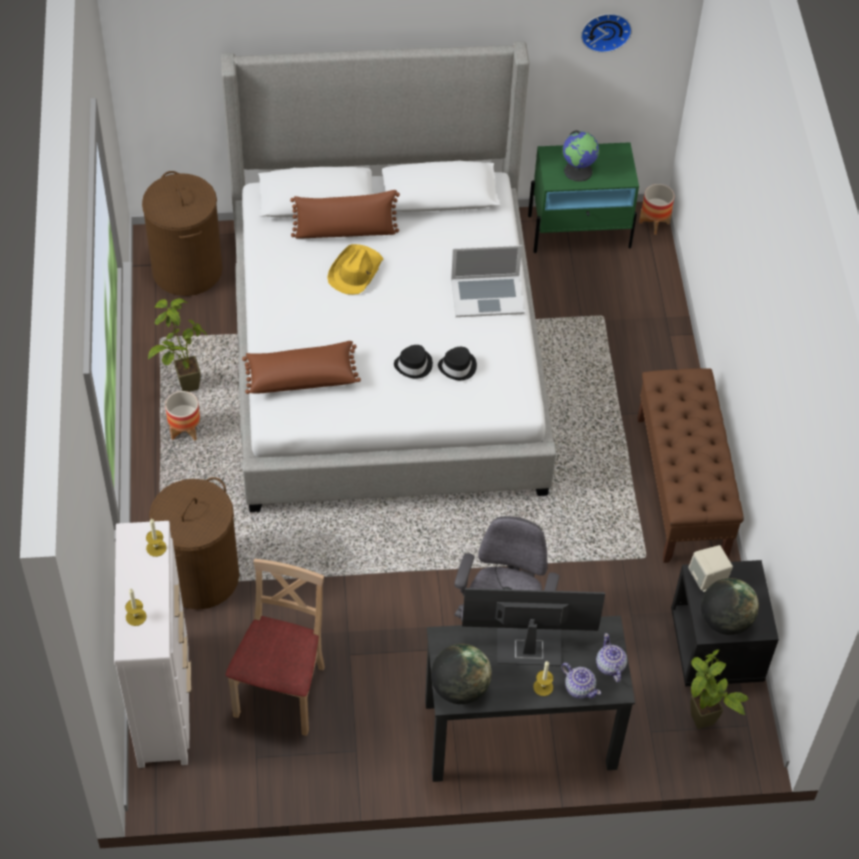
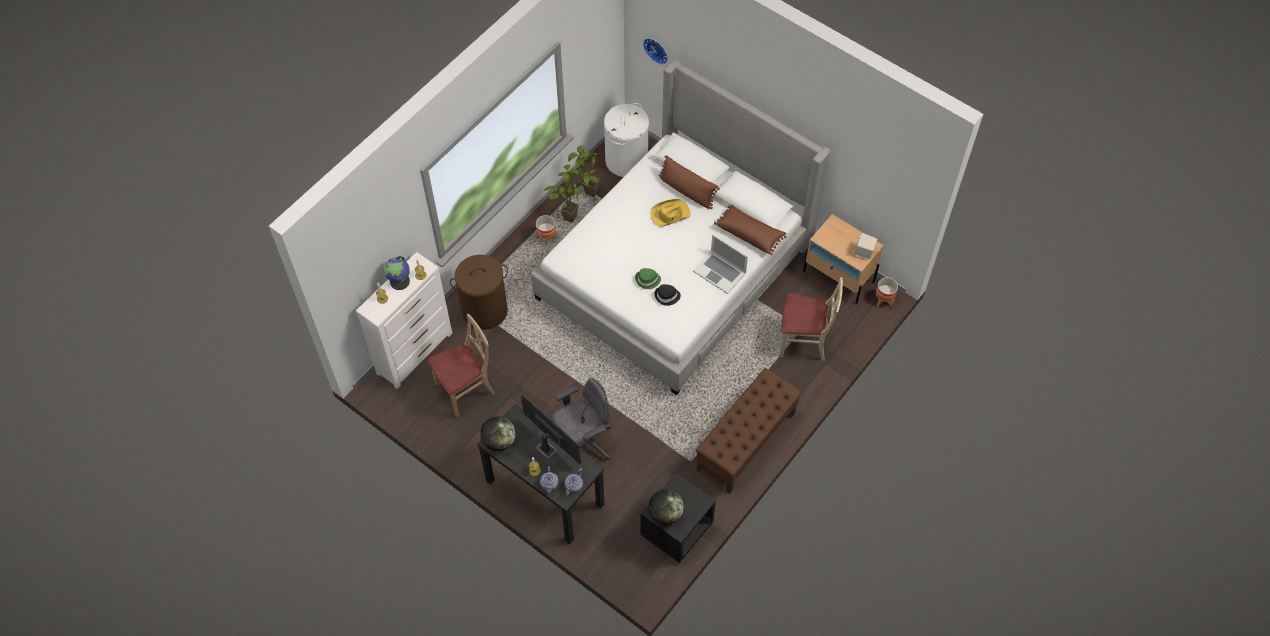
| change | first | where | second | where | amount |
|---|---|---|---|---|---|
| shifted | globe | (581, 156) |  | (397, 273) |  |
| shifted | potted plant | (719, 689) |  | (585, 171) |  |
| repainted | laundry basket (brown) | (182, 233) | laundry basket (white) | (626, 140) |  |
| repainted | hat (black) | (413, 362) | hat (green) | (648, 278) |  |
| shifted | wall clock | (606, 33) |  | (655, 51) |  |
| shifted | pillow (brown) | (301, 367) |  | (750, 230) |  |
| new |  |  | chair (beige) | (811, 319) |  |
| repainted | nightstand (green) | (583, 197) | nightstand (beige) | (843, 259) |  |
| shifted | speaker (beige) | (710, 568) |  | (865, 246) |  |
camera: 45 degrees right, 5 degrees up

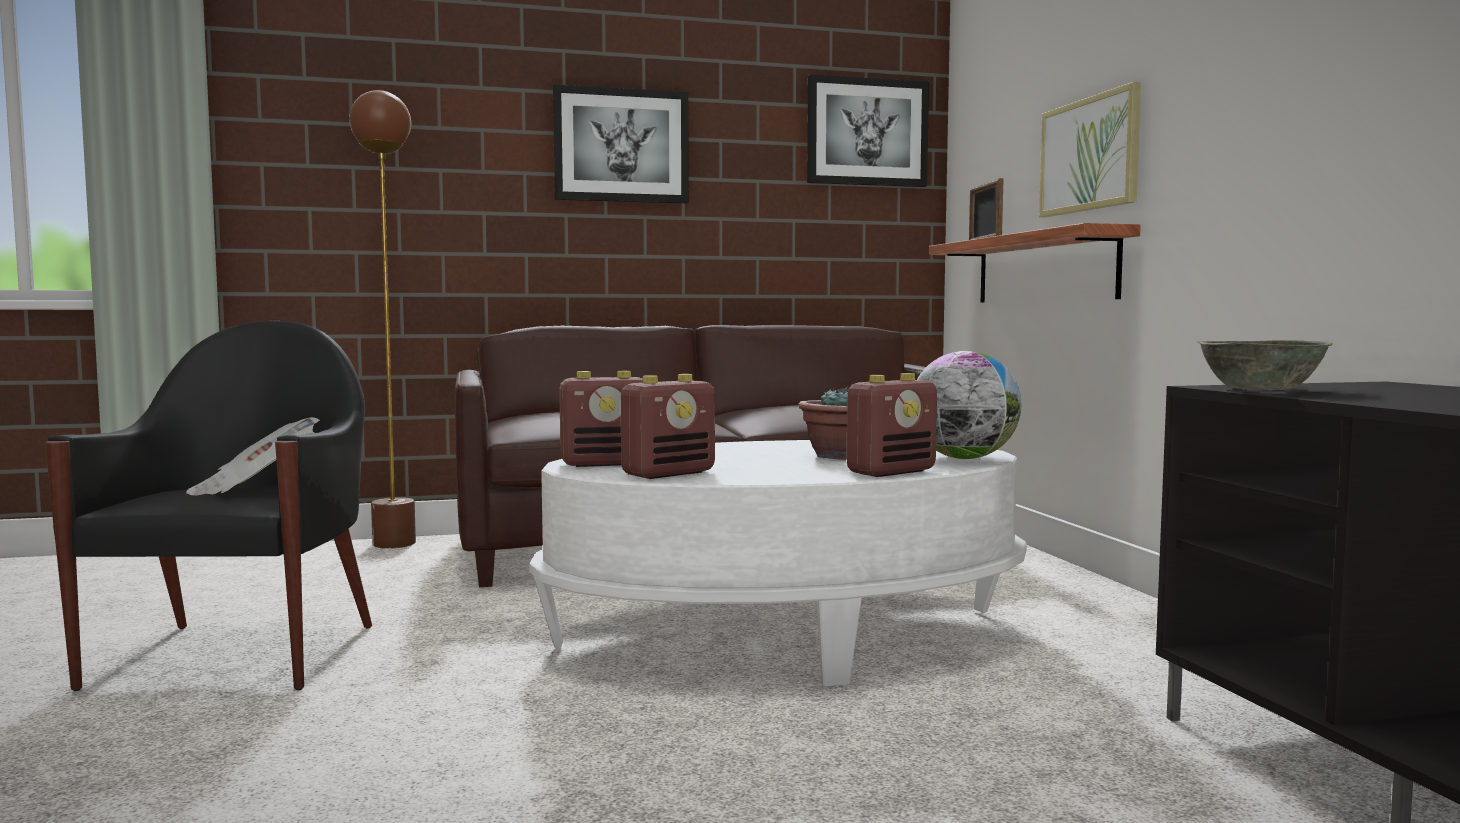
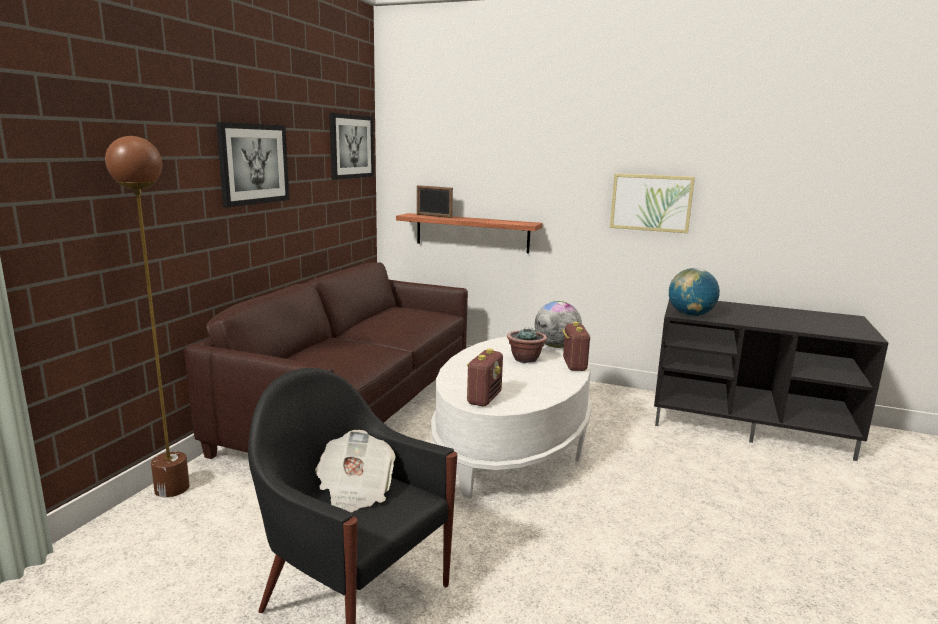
| change | first | where | second | where | amount |
|---|---|---|---|---|---|
| shifted | picture | (1090, 149) |  | (652, 203) |  |
| swapped | bowl (grey) | (1265, 365) | globe | (694, 292) |  |
| gone | radio | (668, 426) |  |  |  |
camera: 55 degrees left, 10 degrees up

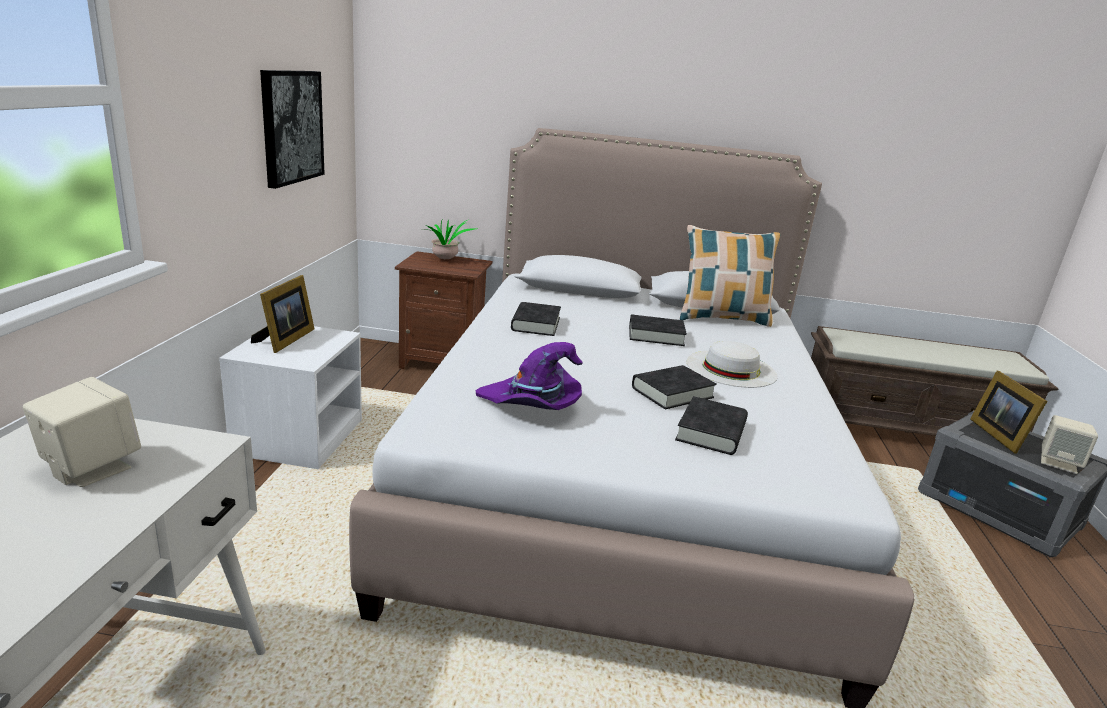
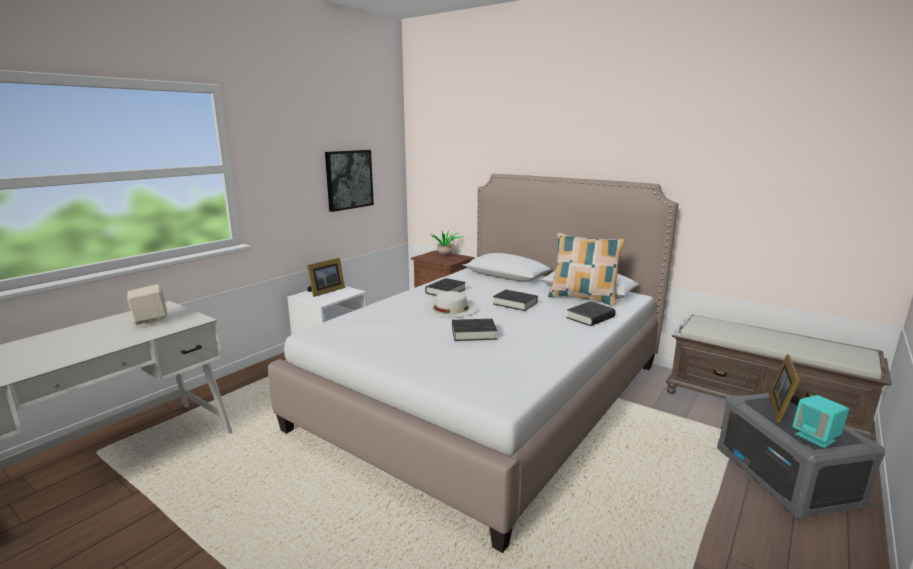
| change | first | where | second | where | amount |
|---|---|---|---|---|---|
| shifted | hat (white) | (732, 364) |  | (451, 304) |  |
| shifted | book (black) | (711, 425) |  | (591, 313) |  |
| repainted | speaker (beige) | (1069, 444) | speaker (turquoise) | (820, 421) |  |
| gone | hat (purple) | (528, 376) |  |  |  |
camera: 30 degrees right, 5 degrees down

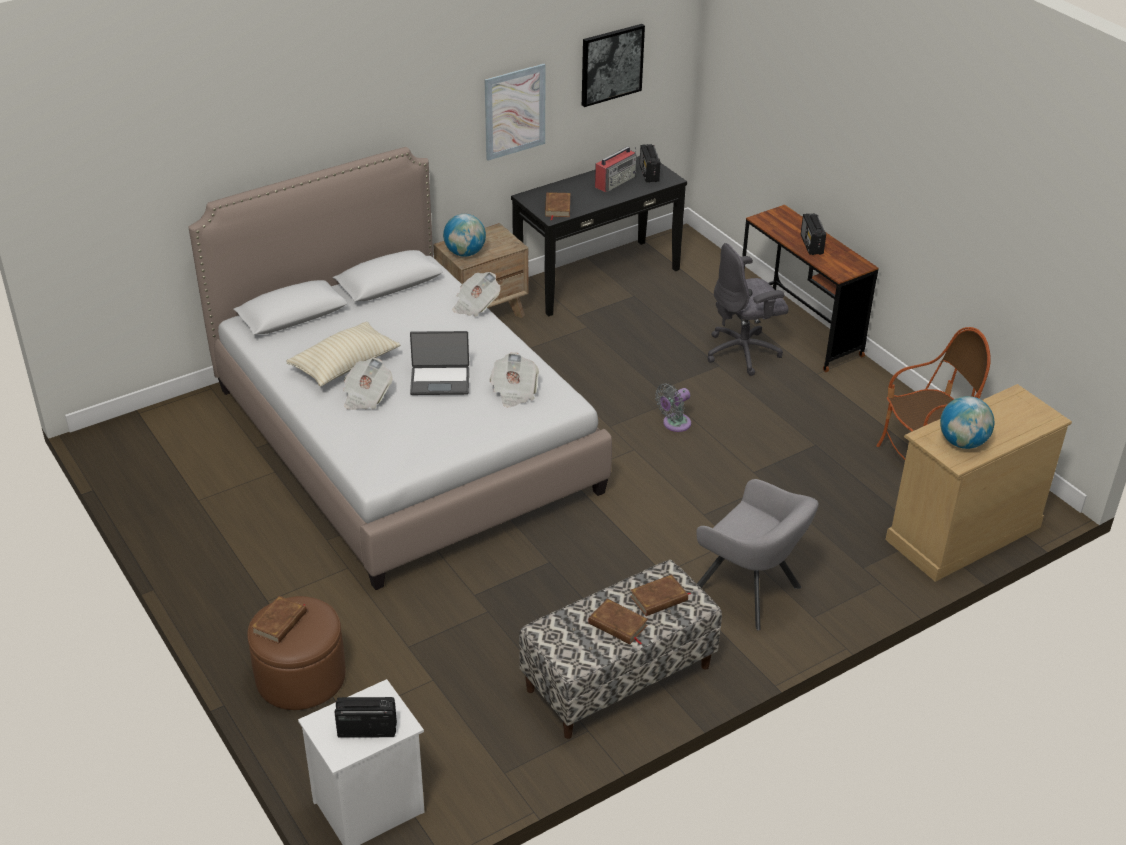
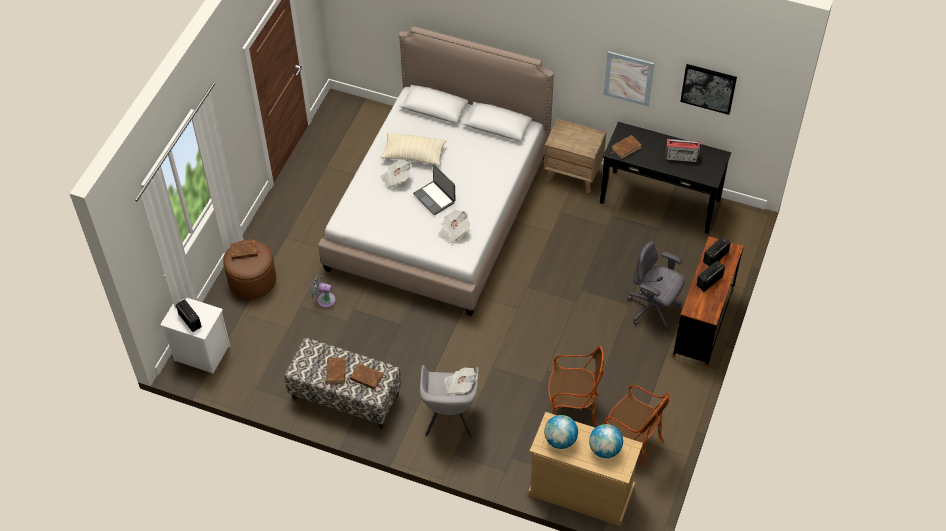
| change | first | where | second | where | amount |
|---|---|---|---|---|---|
| shifted | fan (grey) | (673, 407) |  | (323, 291) |  |
| shifted | newspaper | (477, 294) |  | (460, 381) |  |
| new |  |  | armchair | (576, 386) |  |
| shifted | globe | (464, 235) |  | (606, 441) |  |
| shifted | radio | (650, 163) |  | (717, 251) |  |
camera: 55 degrees right, 15 degrees up

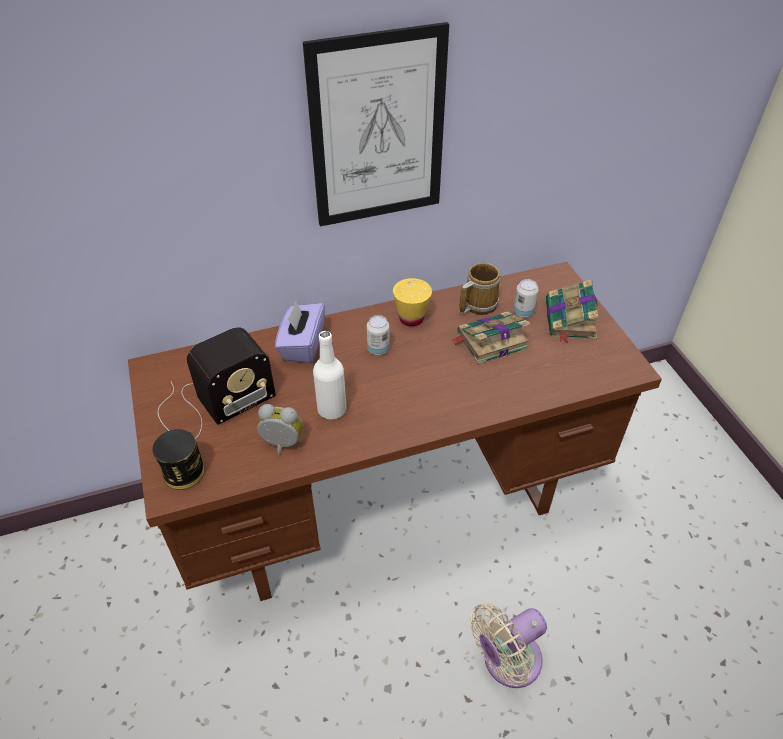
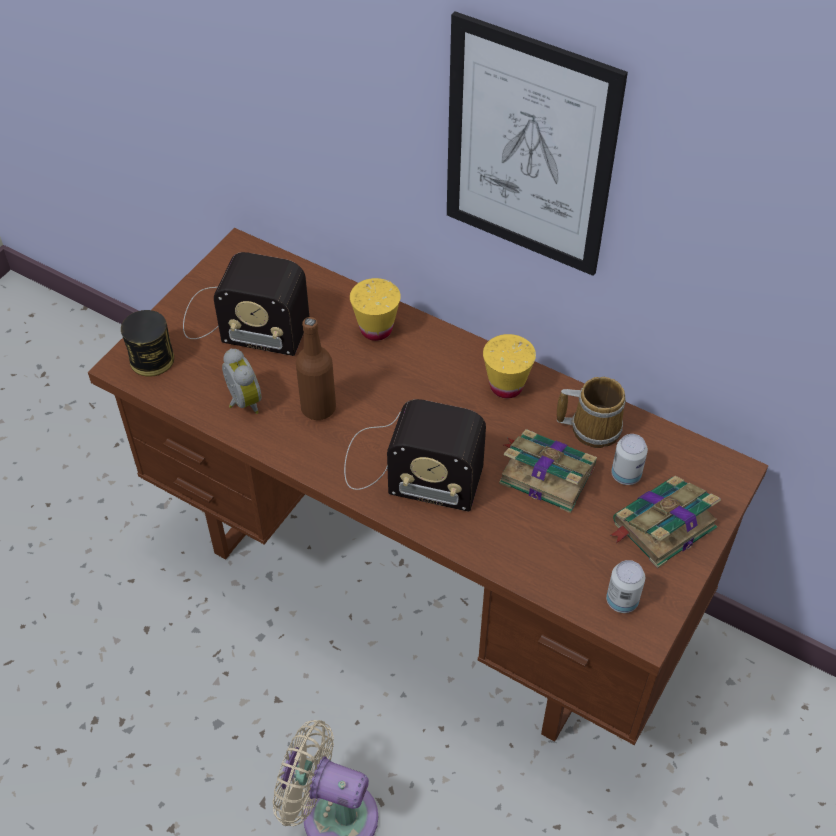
| change | first | where | second | where | amount |
|---|---|---|---|---|---|
| repainted | bottle (white) | (329, 375) | bottle (brown) | (316, 368) |  |
| new |  |  | radio | (415, 455) |  |
| swapped | tissue box (purple) | (300, 332) | cup (yellow) | (375, 309) |  |
| shifted | can | (378, 335) |  | (625, 586) |  |
camera: 50 degrees right, 5 degrees up

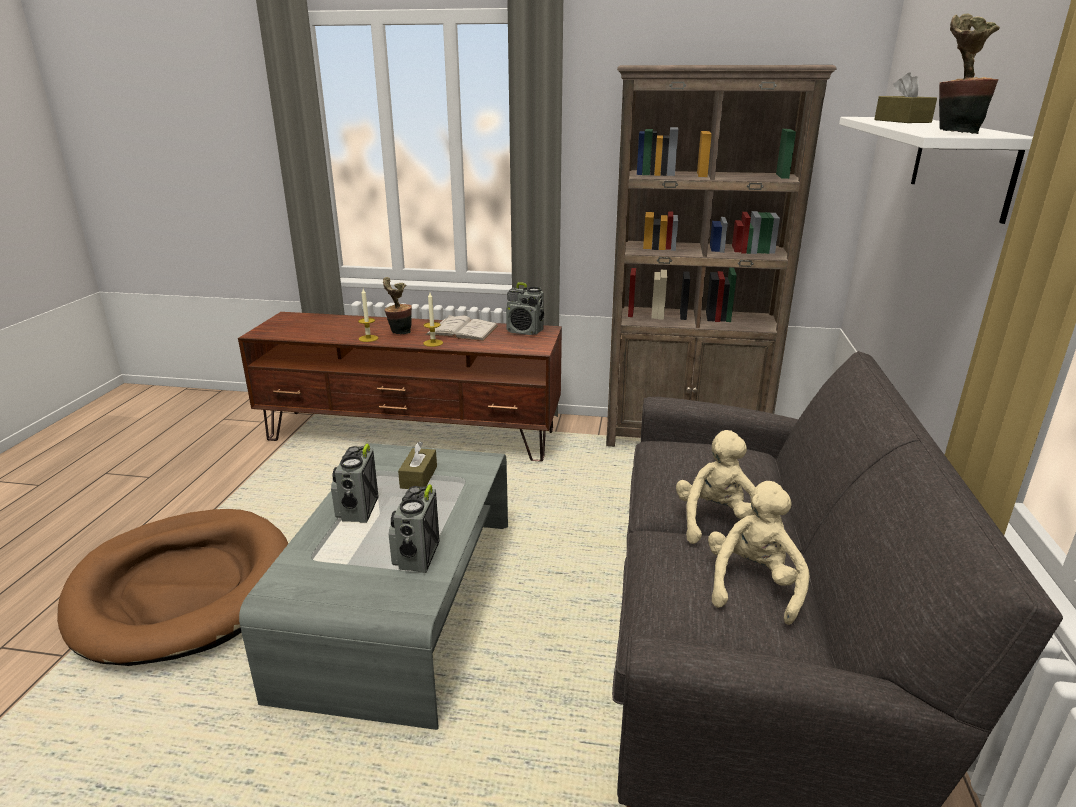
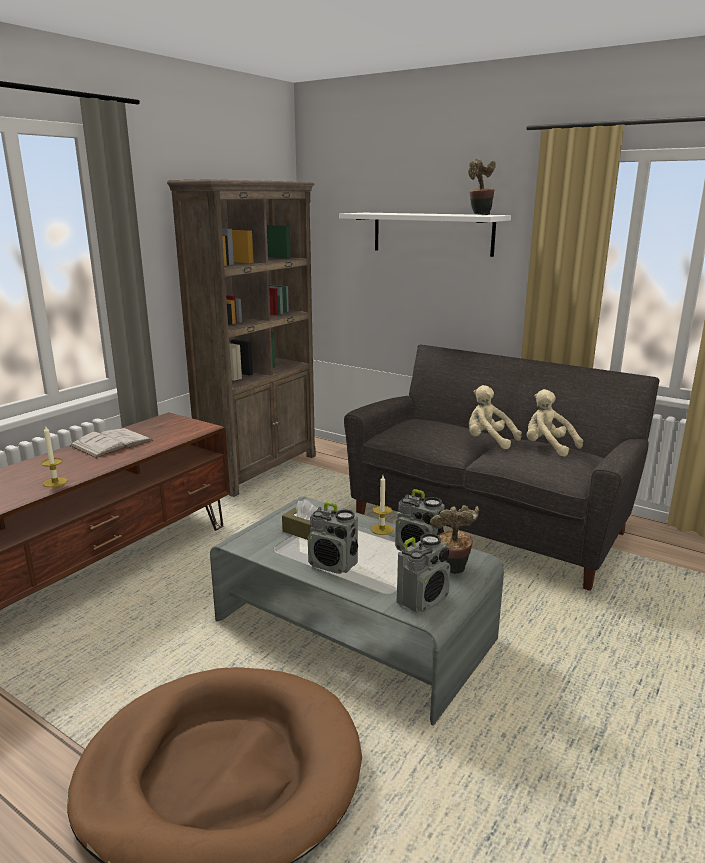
| change | first | where | second | where | amount |
|---|---|---|---|---|---|
| shifted | candle | (433, 320) |  | (382, 505) |  |
| shifted | radio | (525, 308) |  | (424, 573) |  |
| shifted | potted plant | (397, 305) |  | (454, 539) |  |
| gone | tissue box (brown) | (905, 97) |  |  |  |
camera: 65 degrees left, 5 degrees down

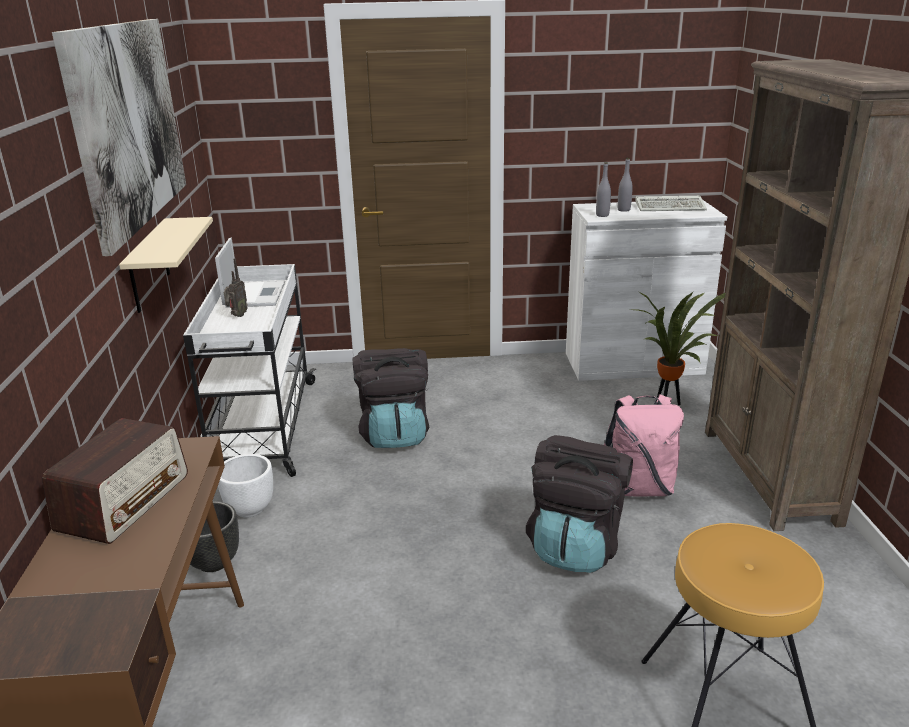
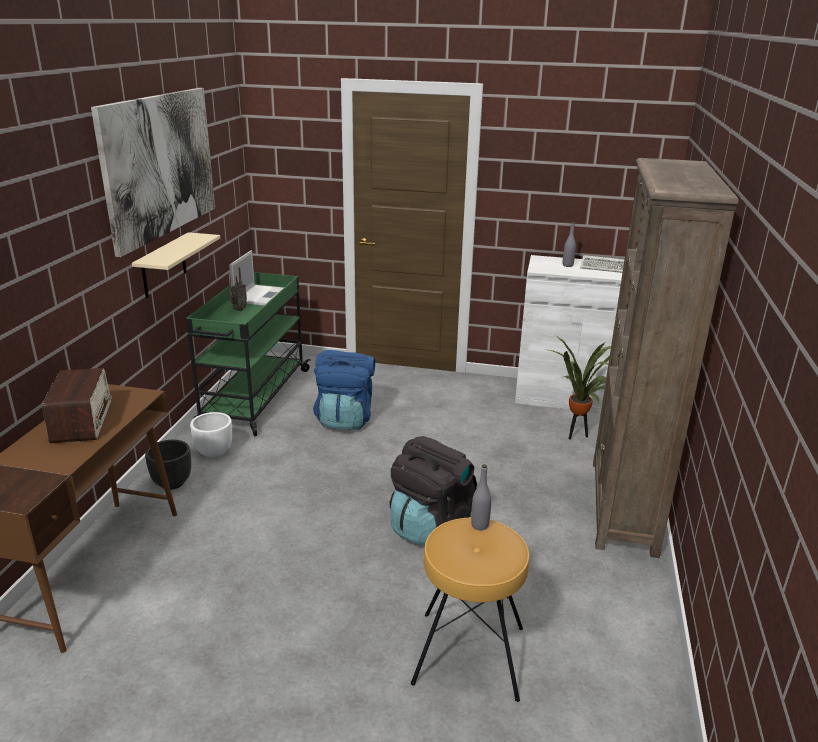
| change | first | where | second | where | amount |
|---|---|---|---|---|---|
| rotated | radio | (115, 481) |  | (77, 405) | 45 degrees counterclockwise |
| repainted | cart (white) | (249, 370) | cart (green) | (248, 354) |  |
| repainted | backpack (black) | (390, 398) | backpack (blue) | (344, 390) |  |
| shifted | bottle (grey) | (603, 189) |  | (481, 497) |  |
| gone | backpack (pink) | (644, 445) |  |  |  |
camera: 15 degrees right, 0 degrees up

